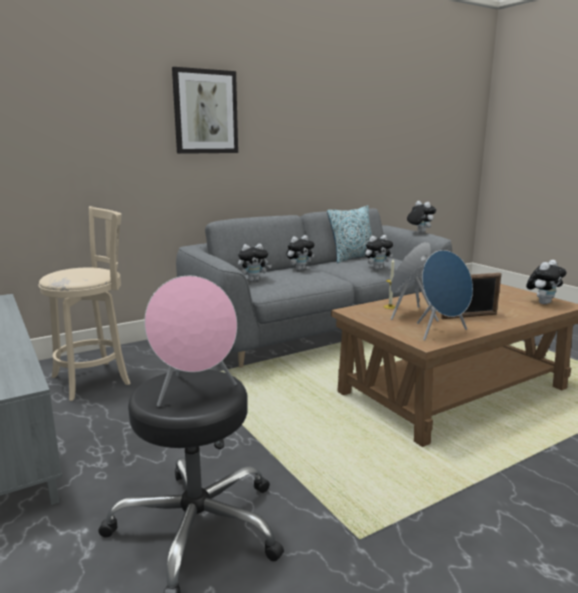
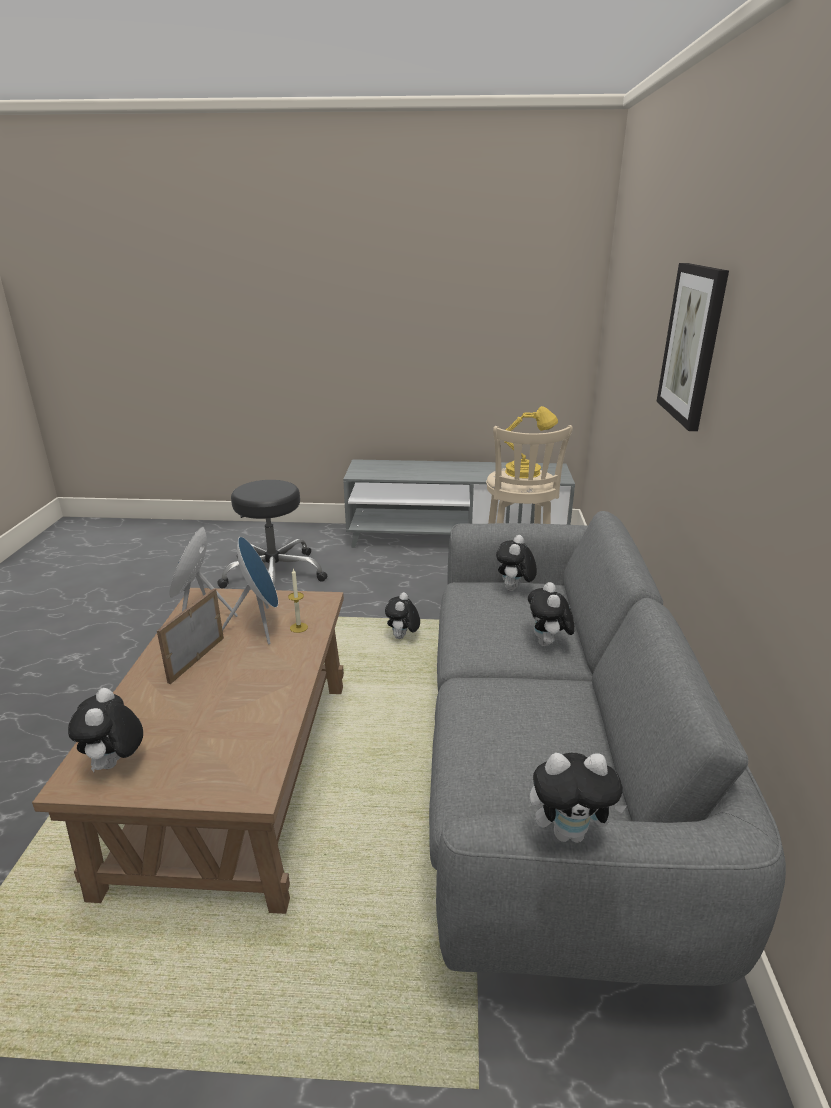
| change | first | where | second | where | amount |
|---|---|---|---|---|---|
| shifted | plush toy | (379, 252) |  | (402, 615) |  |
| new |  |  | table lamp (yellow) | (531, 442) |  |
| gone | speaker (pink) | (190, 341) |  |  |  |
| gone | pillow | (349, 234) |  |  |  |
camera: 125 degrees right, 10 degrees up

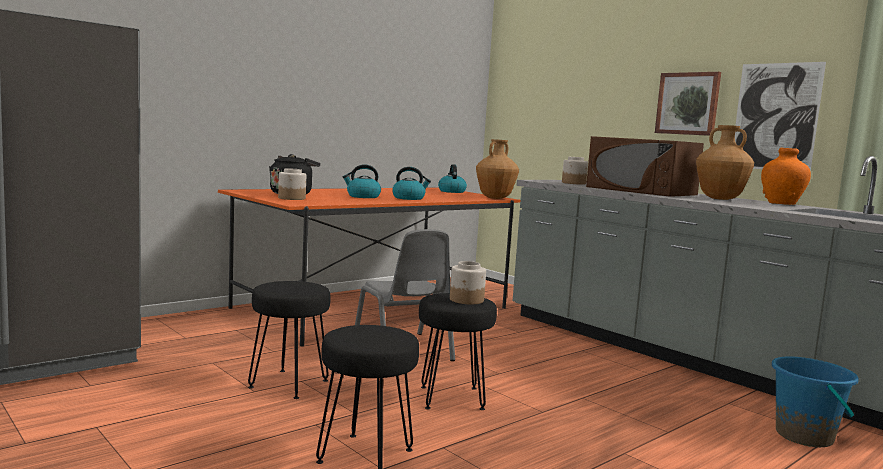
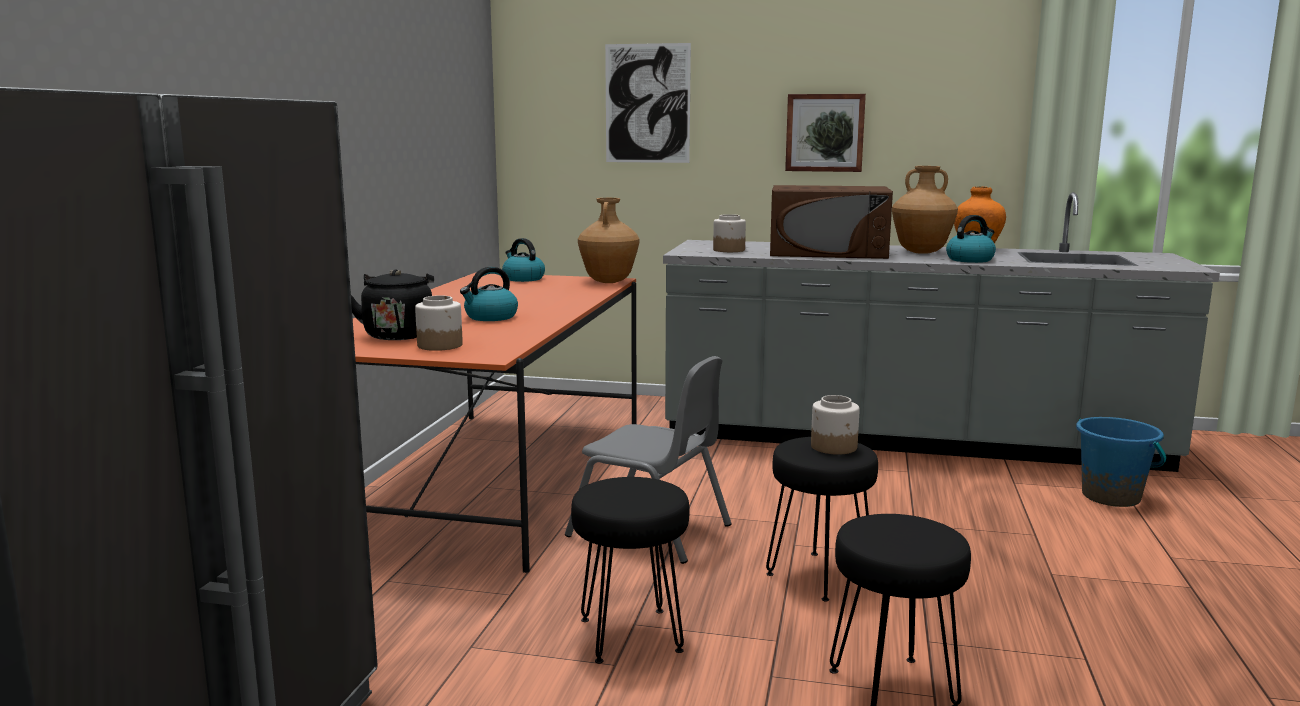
| change | first | where | second | where | amount |
|---|---|---|---|---|---|
| shifted | picture | (780, 116) |  | (648, 103) |  |
| shifted | kettle | (411, 183) |  | (971, 239) |  |
camera: 35 degrees left, 5 degrees up

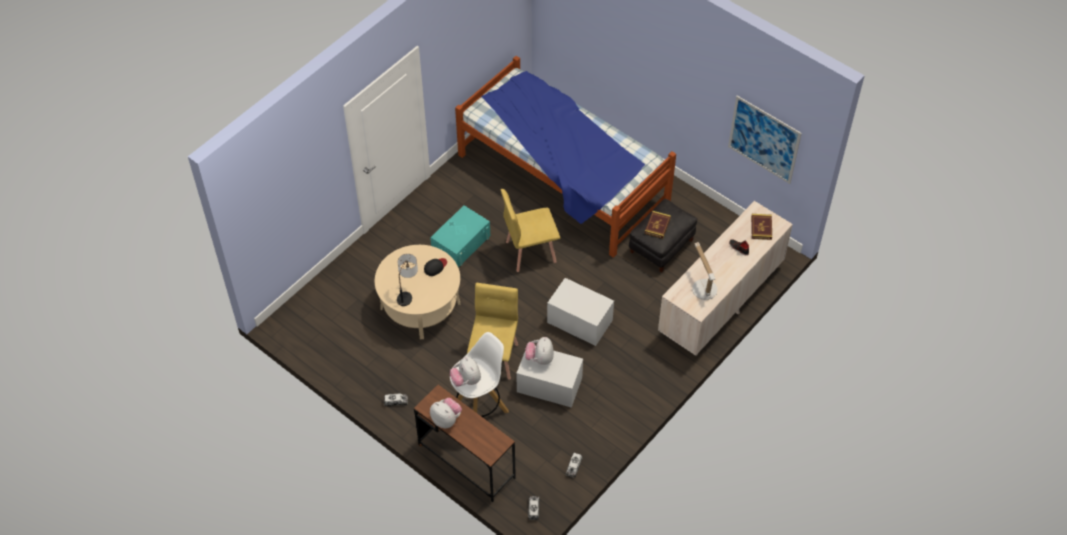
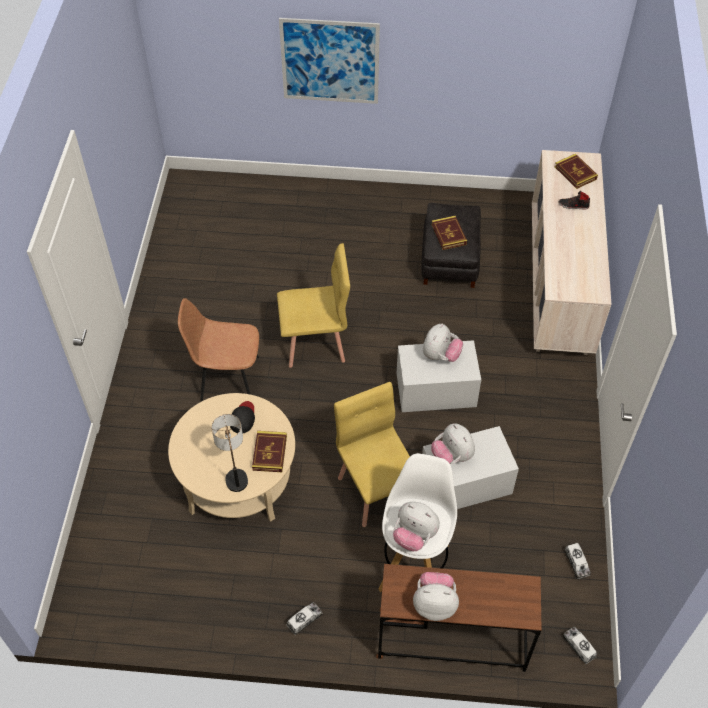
| change | first | where | second | where | amount |
|---|---|---|---|---|---|
| swapped | storage box (turquoise) | (460, 236) | chair (brown) | (218, 350) |  |
| new |  |  | book | (269, 451) |  |
| rotated | chair (yellow) | (531, 230) |  | (313, 305) | 135 degrees counterclockwise |
| shifted | picture | (765, 140) |  | (329, 61) |  |
| new |  |  | plush toy | (443, 343) |  |
| gone | bed | (565, 157) |  |  |  |
| gone | table lamp | (704, 271) |  |  |  |
camera: 35 degrees left, 0 degrees up

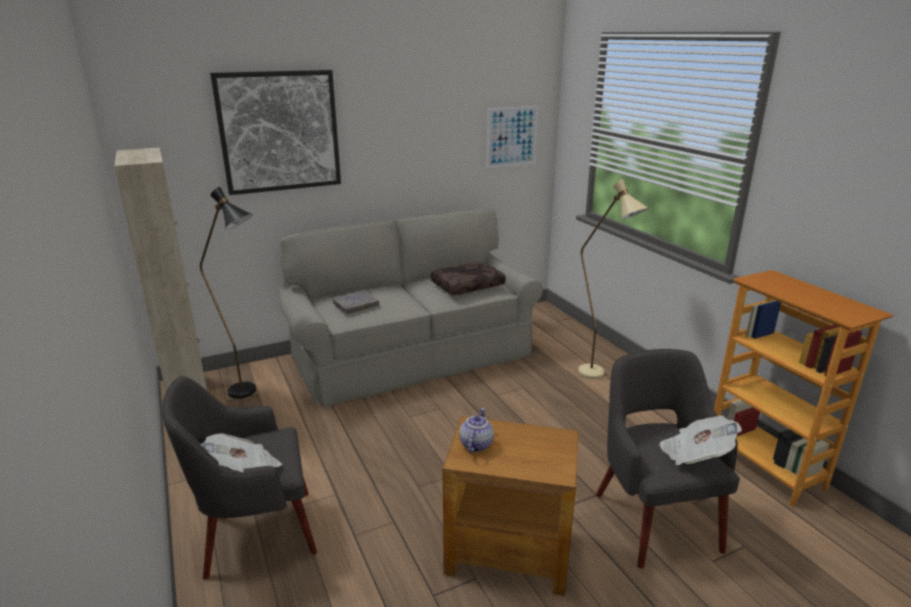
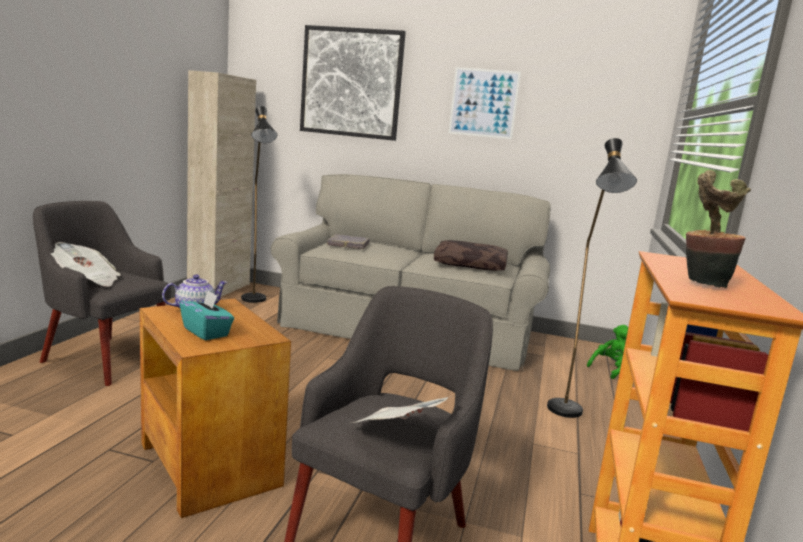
| change | first | where | second | where | amount |
|---|---|---|---|---|---|
| new |  |  | tissue box (turquoise) | (207, 315) |  |
| shifted | picture | (512, 137) |  | (485, 103) |  |
| repainted | floor lamp (beige) | (613, 279) | floor lamp (black) | (592, 278) |  |
| new |  |  | plush toy (green) | (607, 352) |  |
| new |  |  | potted plant | (718, 229) |  |
camera: 40 degrees right, 10 degrees down

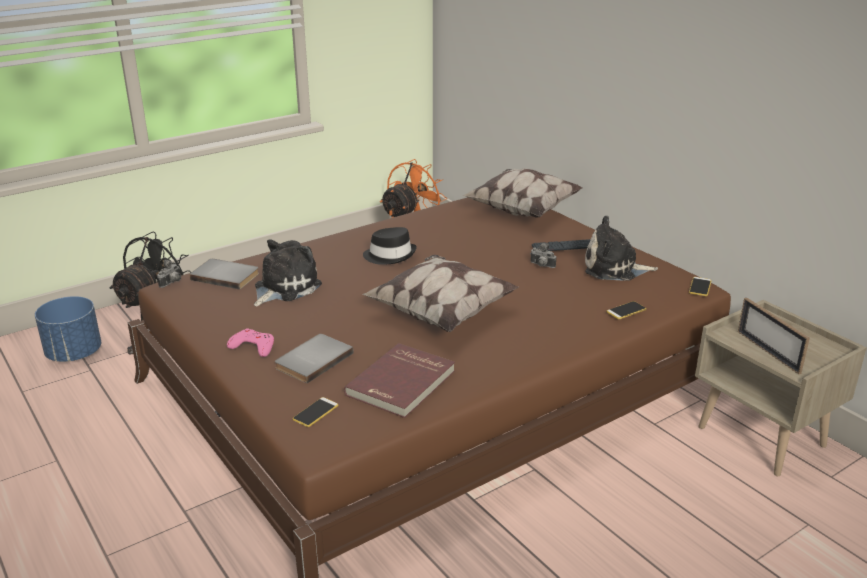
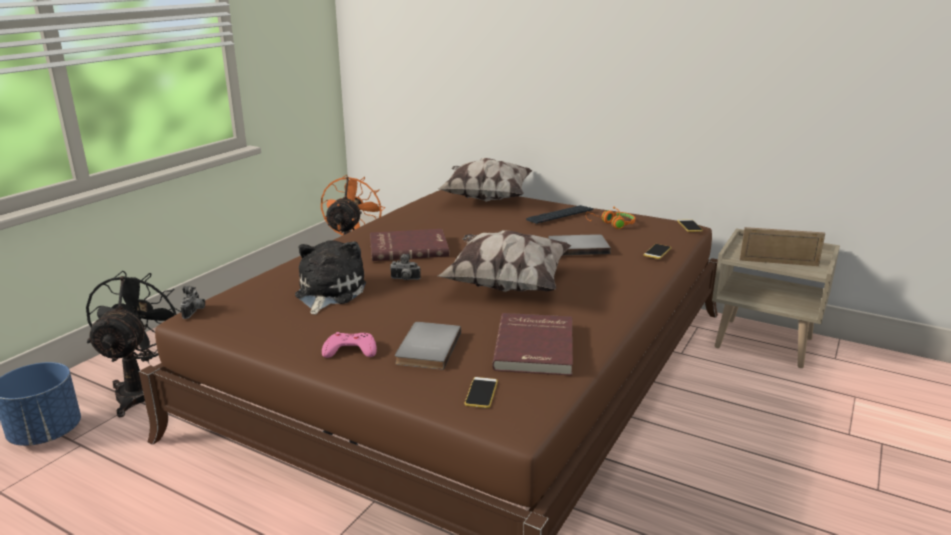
| change | first | where | second | where | amount |
|---|---|---|---|---|---|
| swapped | hat (black) | (390, 246) | book (red) | (409, 245) |  |
| shifted | photo camera | (543, 255) |  | (405, 267) |  |
| shifted | book (grey) | (224, 274) |  | (579, 244) |  |
| swapped | plush toy | (621, 248) | headphones (orange) | (610, 218) |  |
| rotated | picture frame | (774, 336) |  | (782, 246) | 150 degrees clockwise |
camera: 25 degrees left, 5 degrees down

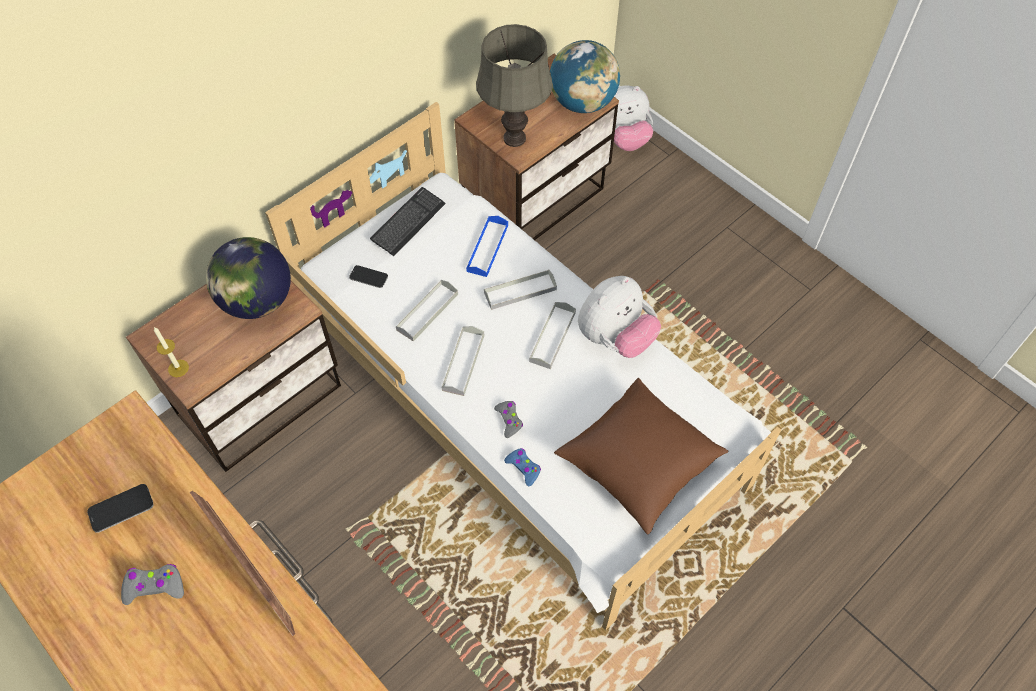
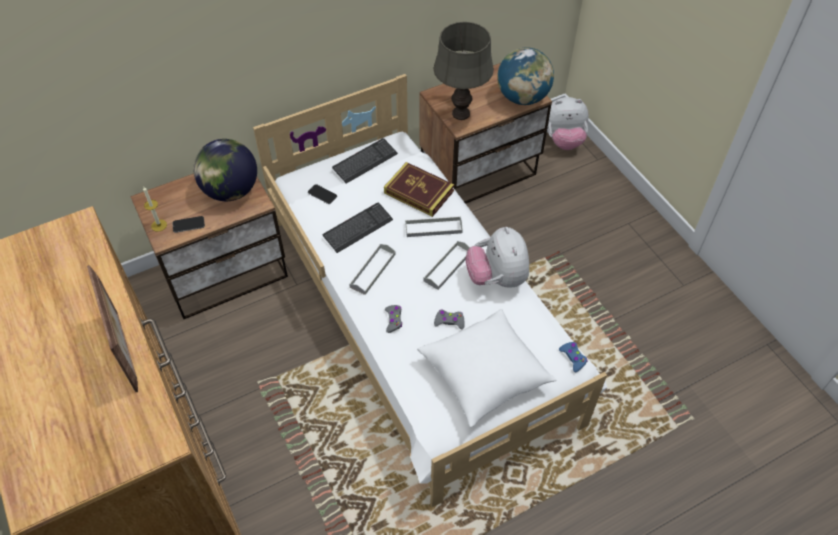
| change | first | where | second | where | amount |
|---|---|---|---|---|---|
| shifted | phone | (120, 508) |  | (188, 224) |  |
| swapped | tray (grey) | (427, 311) | keyboard | (358, 228) |  |
| swapped | tray (blue) | (487, 246) | book | (419, 189) |  |
| repainted | pillow (brown) | (641, 456) | pillow (white) | (487, 368) |  |
| shifted | game controller (grey) | (152, 584) |  | (449, 319) |  |
| rotated | plush toy | (619, 317) |  | (497, 257) | 105 degrees clockwise |
| shifted | game controller (blue) | (522, 467) |  | (573, 357) |  |
camera: 15 degrees right, 5 degrees down

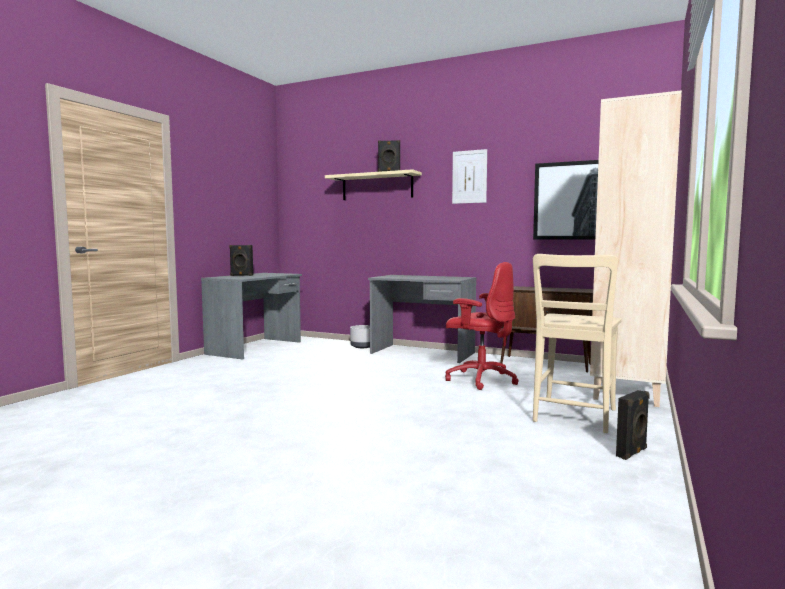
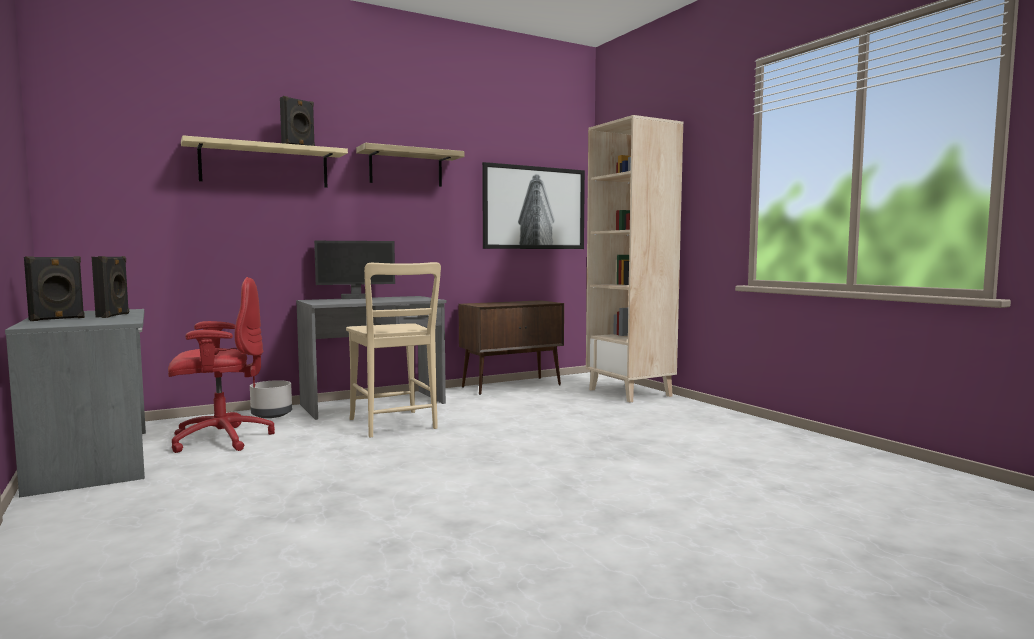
| change | first | where | second | where | amount |
|---|---|---|---|---|---|
| shifted | speaker (black) | (633, 425) |  | (110, 287) |  |
| shifted | office chair (red) | (482, 326) |  | (221, 365) |  |
| new |  |  | monitor | (354, 270) |  |
| shifted | chair (beige) | (577, 343) |  | (393, 349) |  |
| swapped | picture | (469, 176) | shelf | (410, 165) |  |
camera: 55 degrees left, 0 degrees up

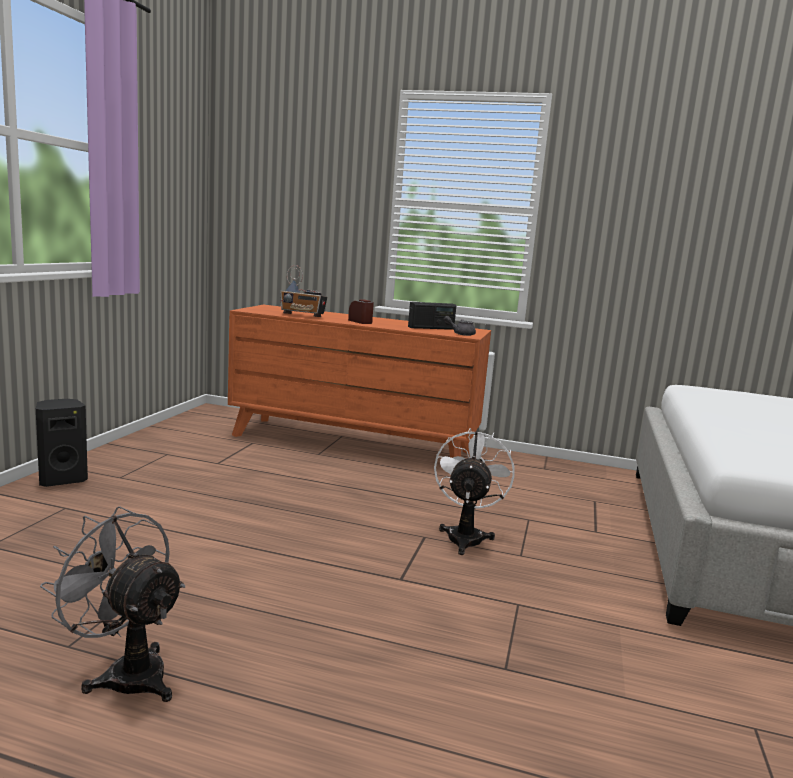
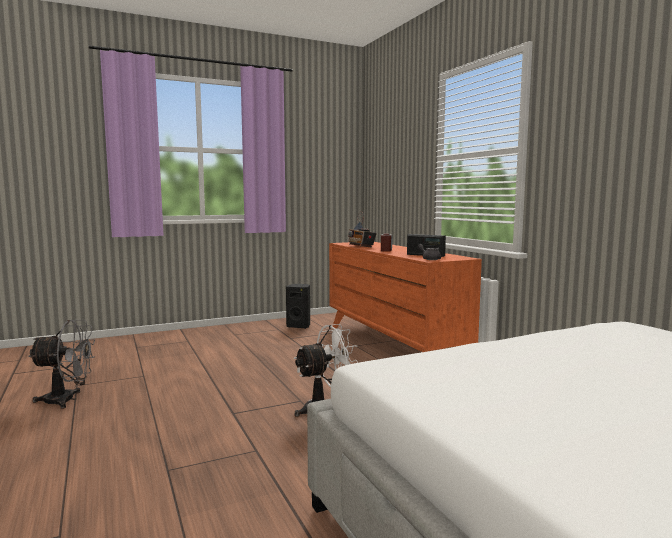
| change | first | where | second | where | amount |
|---|---|---|---|---|---|
| rotated | fan (grey) | (112, 604) |  | (61, 364) | 90 degrees clockwise |
| shifted | speaker (black) | (62, 443) |  | (298, 306) |  |
camera: 50 degrees right, 5 degrees down

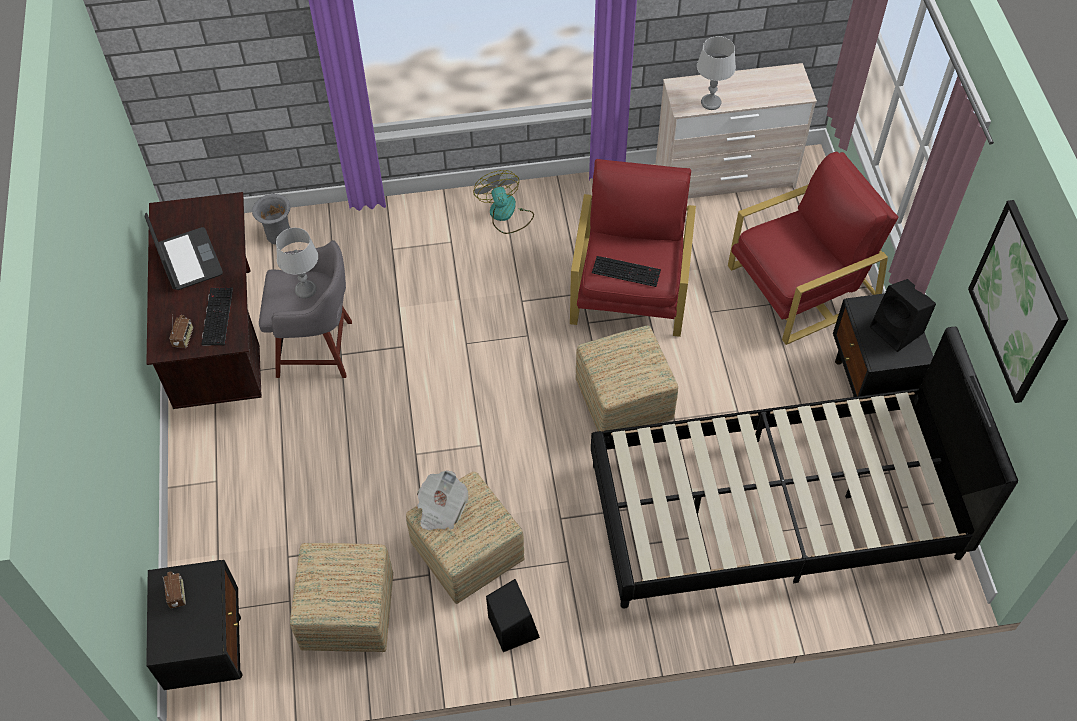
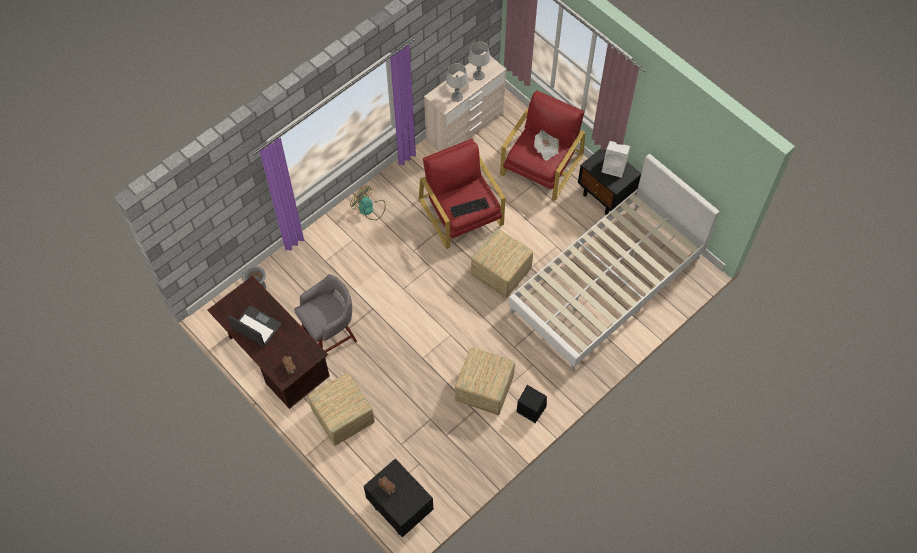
| change | first | where | second | where | amount |
|---|---|---|---|---|---|
| shifted | ottoman | (341, 597) |  | (341, 409) |  |
| shifted | table lamp (grey) | (297, 263) |  | (479, 60) |  |
| repainted | bed (black) | (804, 468) | bed (white) | (614, 262) |  |
| shifted | newspaper | (443, 500) |  | (546, 145) |  |
| repainted | speaker (black) | (903, 315) | speaker (white) | (616, 159) |  |
| gone | keyboard | (217, 316) |  |  |  |
| gone | picture | (1018, 301) |  |  |  |
camera: 35 degrees left, 5 degrees up

